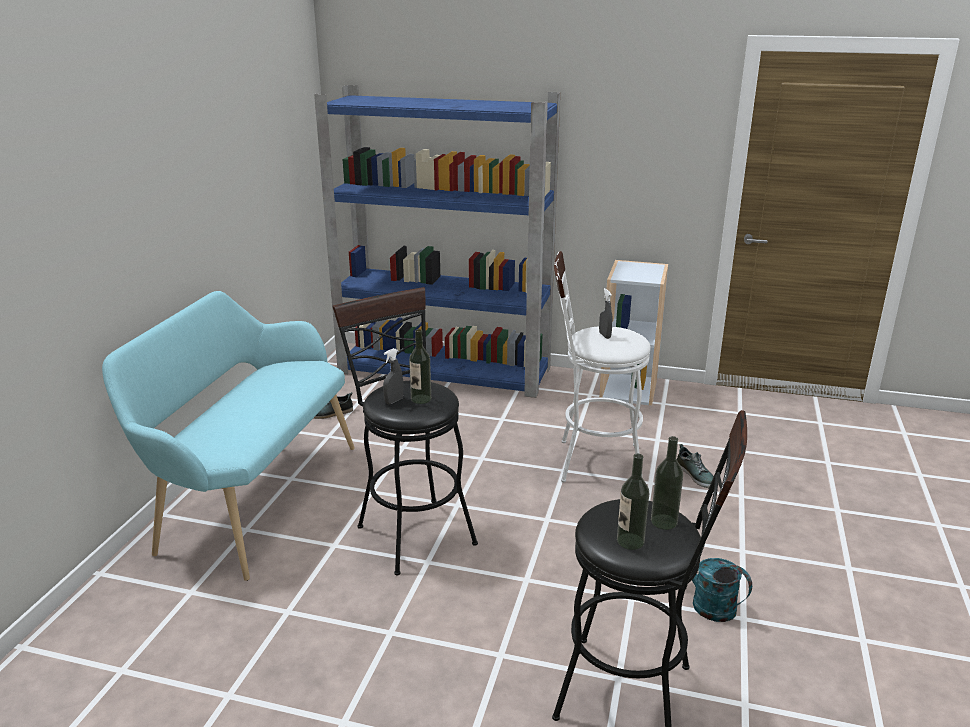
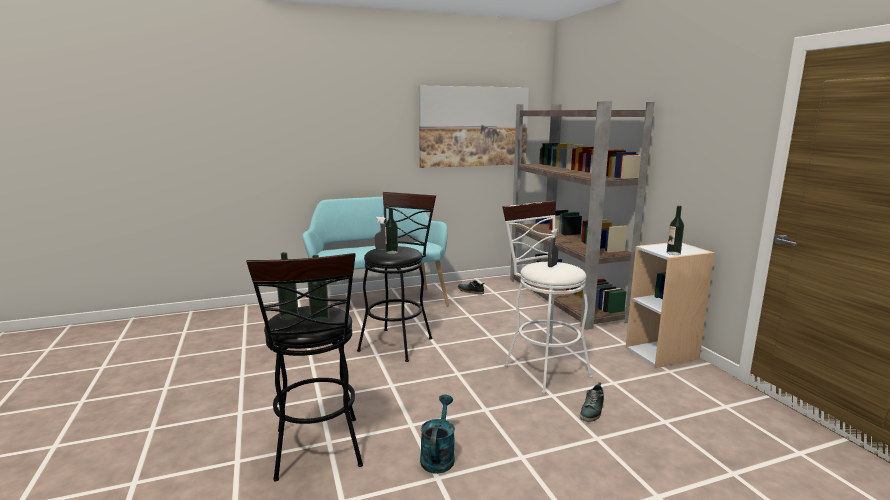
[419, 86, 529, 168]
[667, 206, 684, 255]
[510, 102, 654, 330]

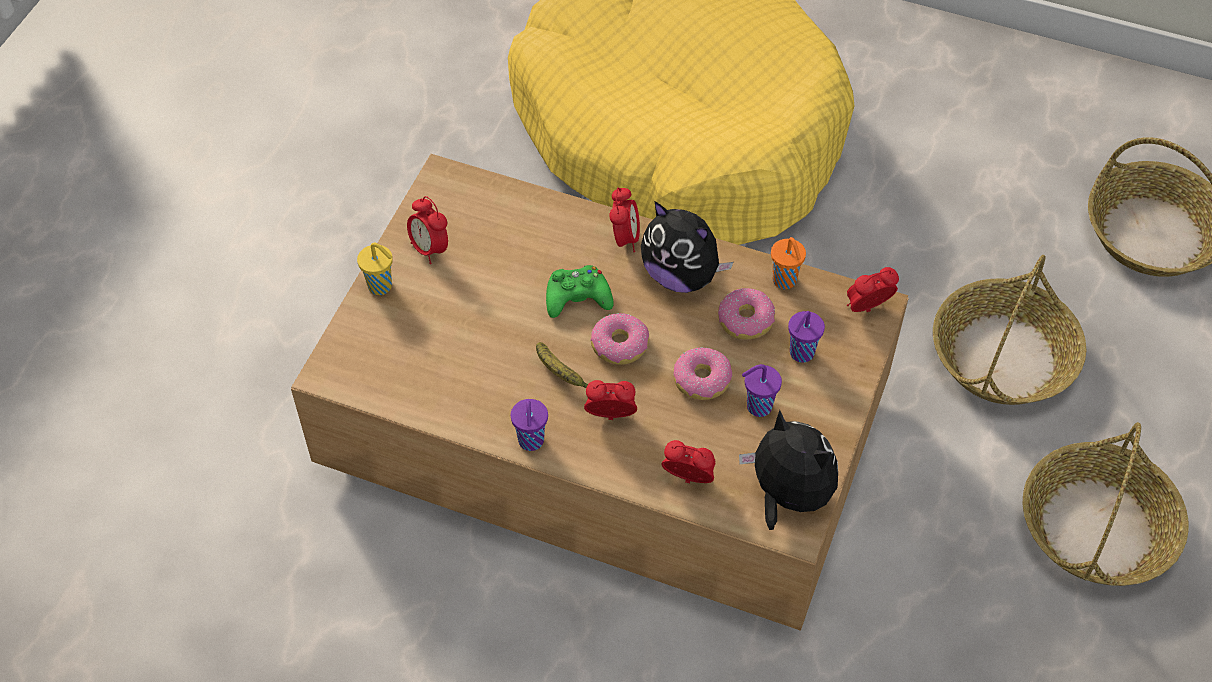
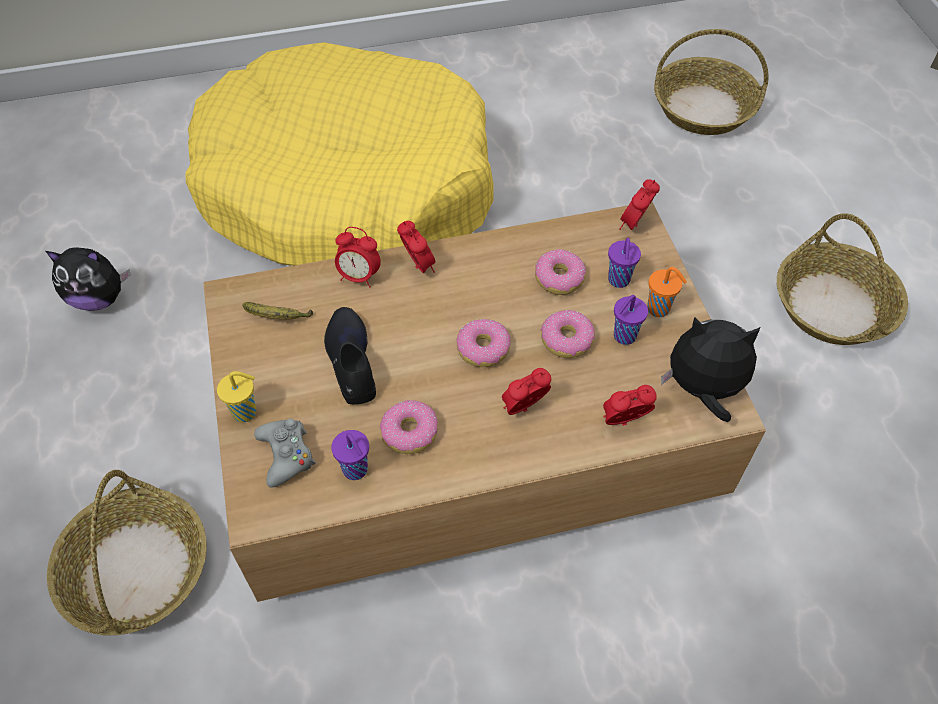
[546, 265, 614, 318] (first image)
[254, 419, 315, 488]
[324, 307, 376, 404]
[380, 400, 438, 454]
[335, 227, 381, 288]
[331, 430, 369, 480]
[242, 302, 313, 319]
[45, 247, 131, 311]
[647, 267, 687, 317]
[47, 470, 207, 635]

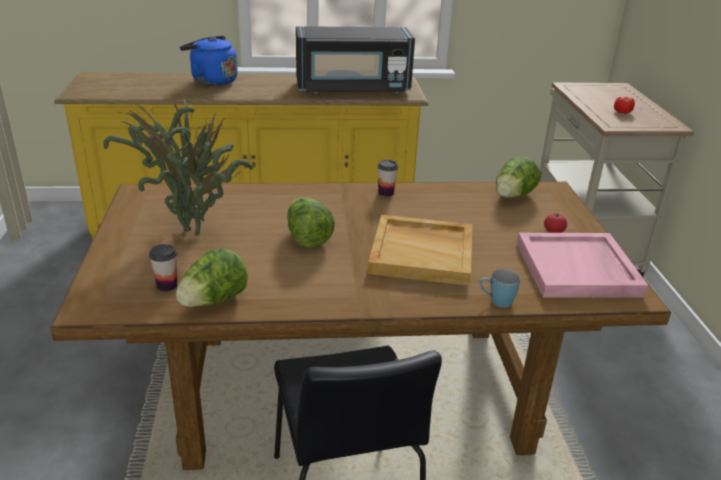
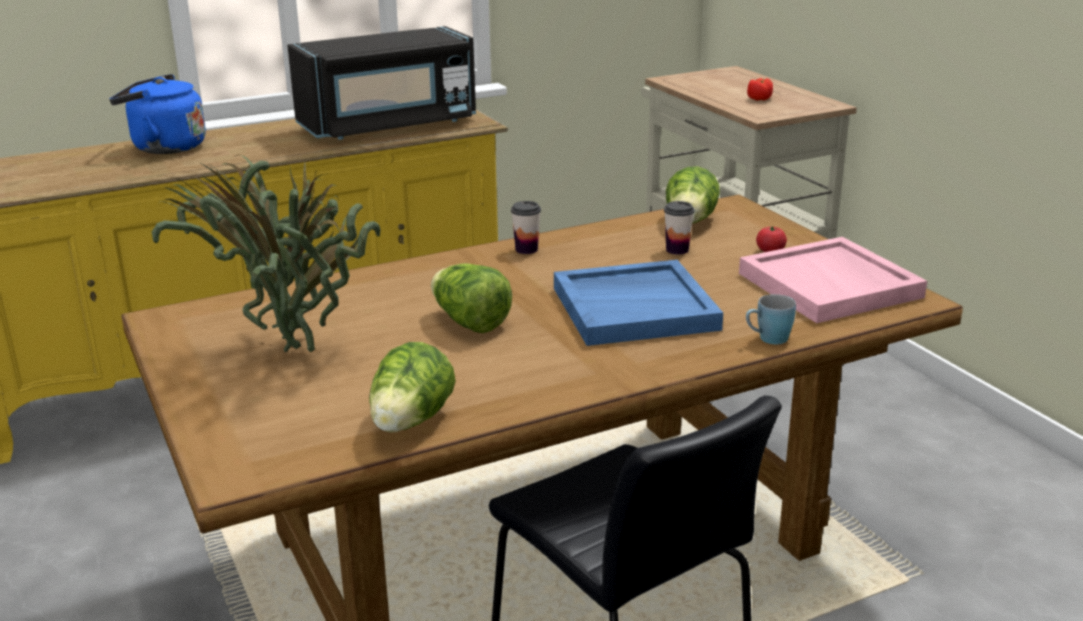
[664, 201, 694, 255]
[554, 260, 723, 346]

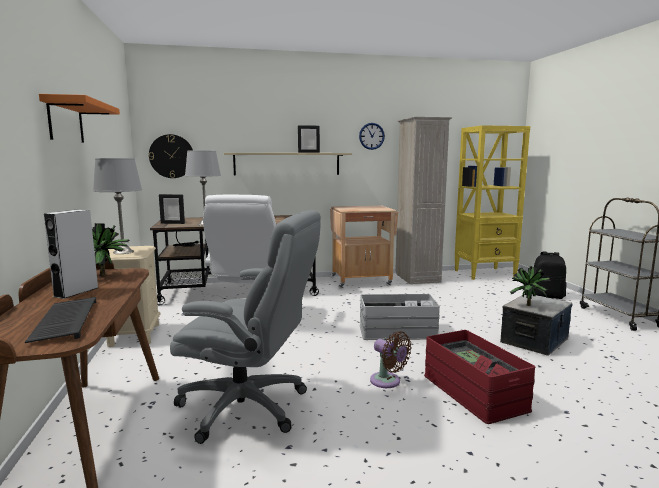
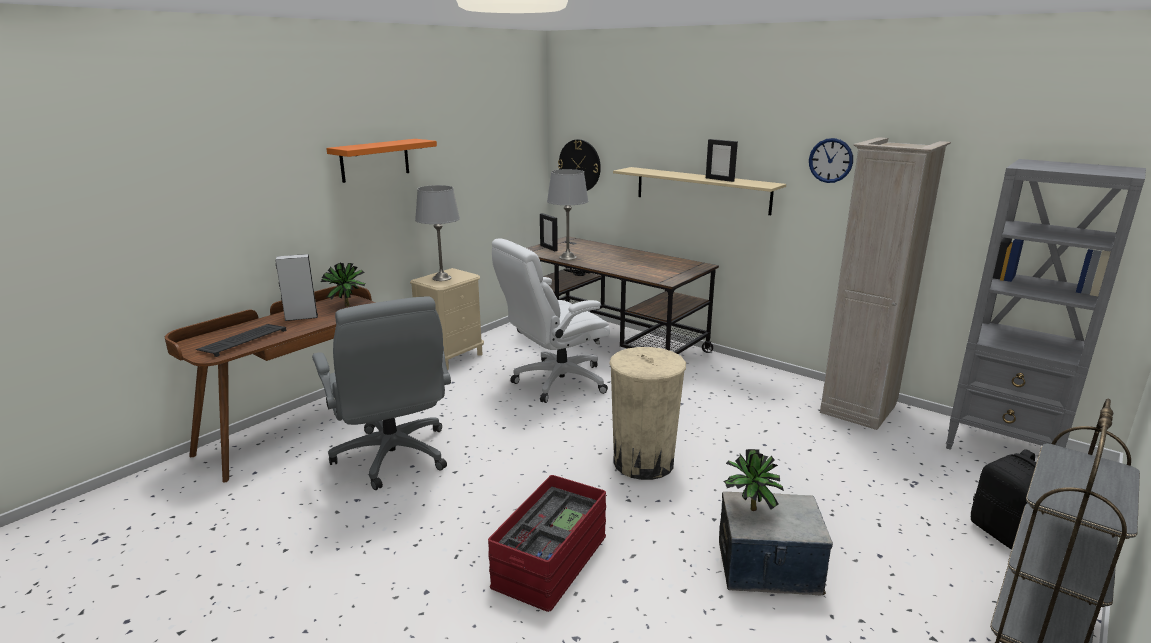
[330, 206, 398, 289] (first image)
[370, 331, 411, 388] (first image)
[609, 347, 686, 480]
[946, 159, 1146, 450]

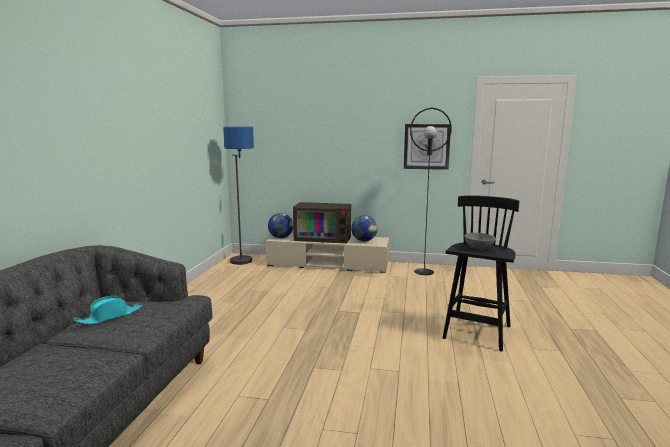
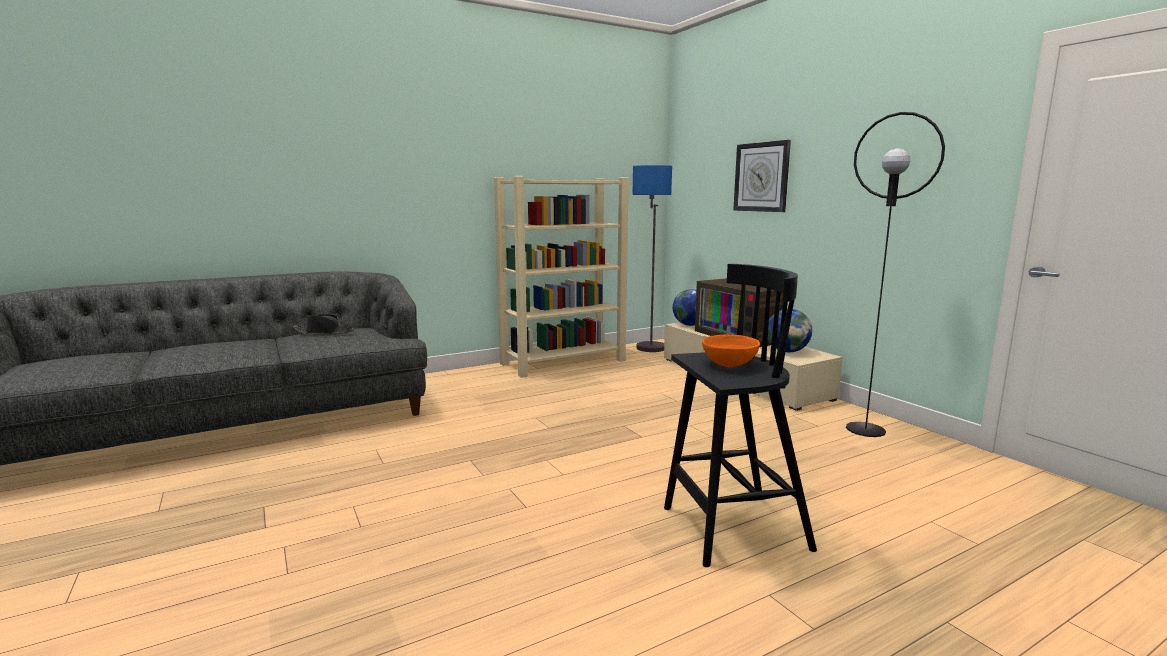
[494, 176, 629, 378]
[733, 140, 791, 212]
[293, 314, 354, 334]
[702, 335, 760, 367]

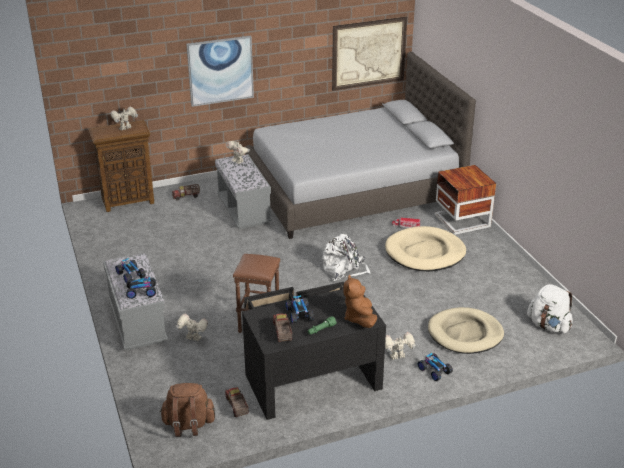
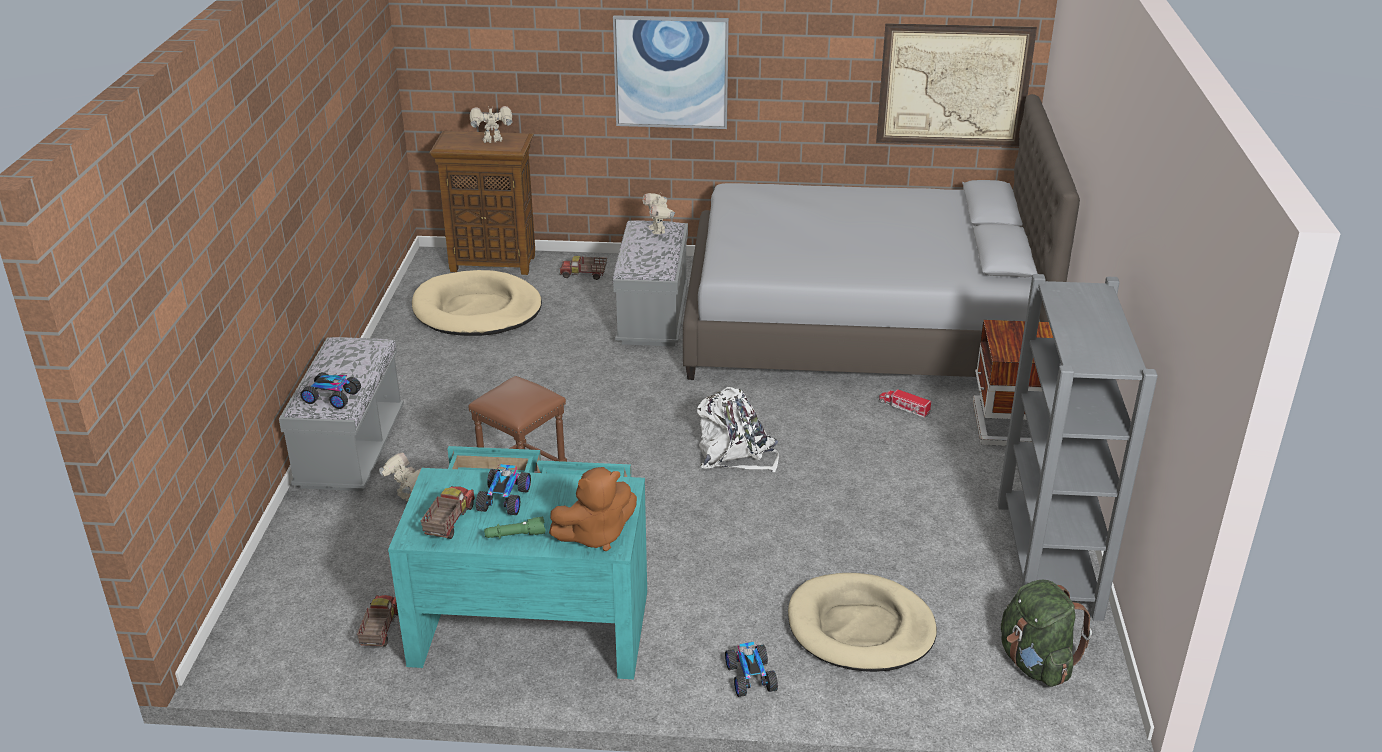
[115, 258, 146, 283] (first image)
[159, 383, 215, 437] (first image)
[385, 332, 416, 360] (first image)
[997, 274, 1158, 621]
[412, 270, 542, 336]
[388, 446, 647, 679]
[1001, 580, 1092, 687]
[549, 467, 637, 551]

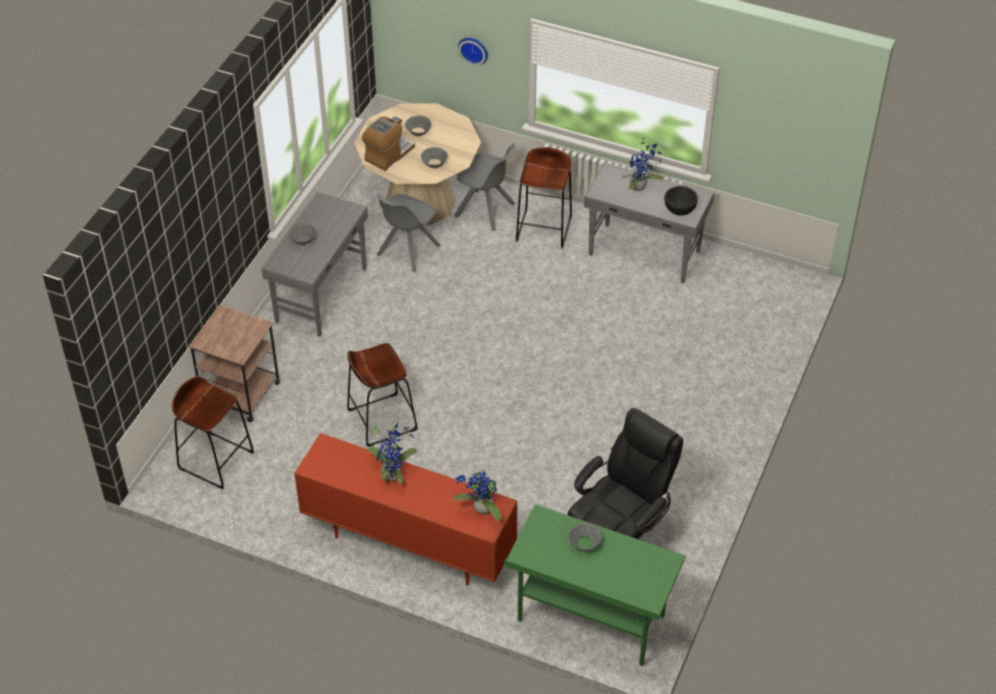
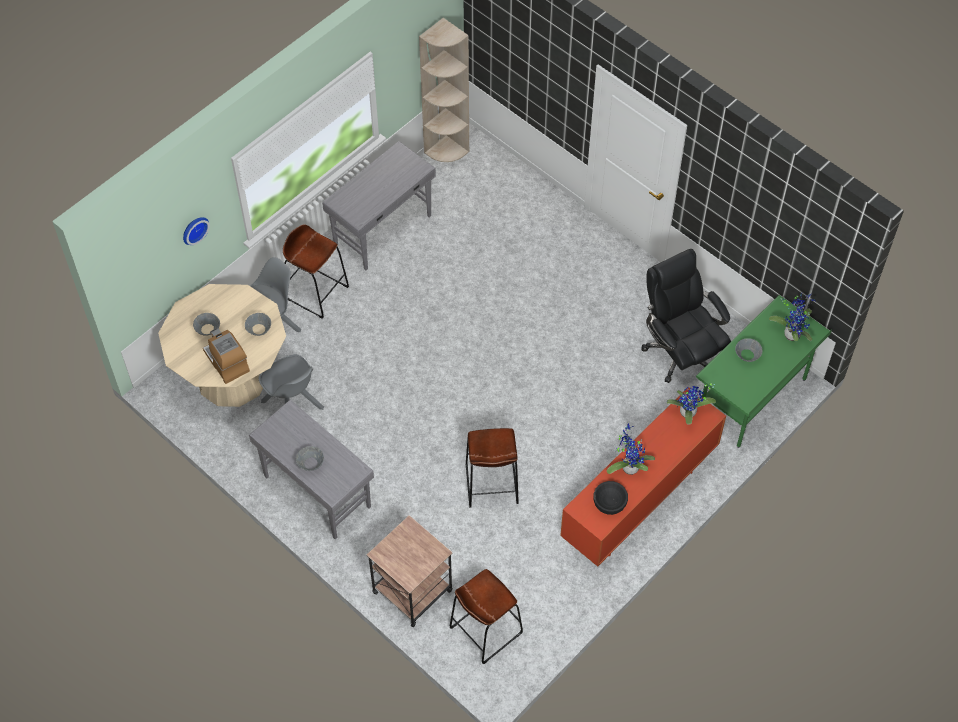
[419, 18, 469, 162]
[769, 294, 816, 341]
[593, 481, 628, 515]

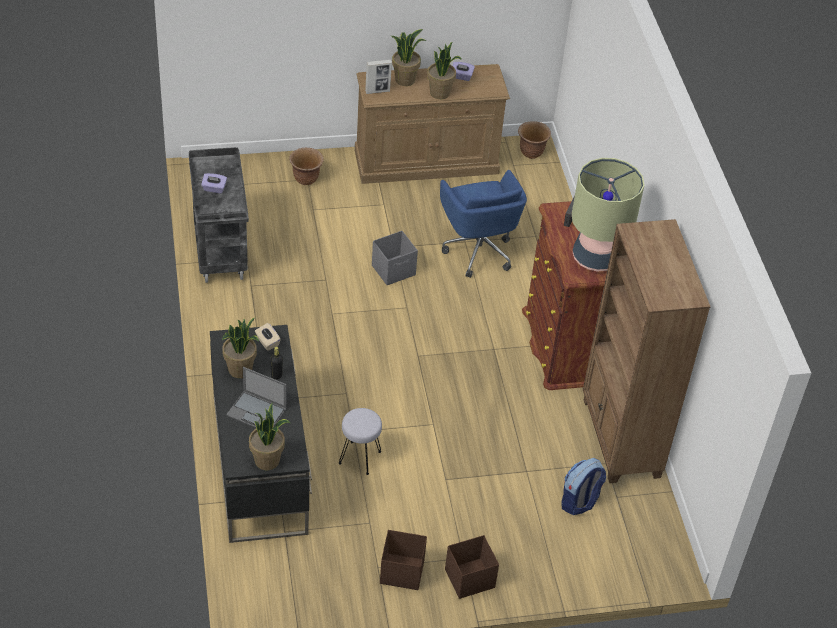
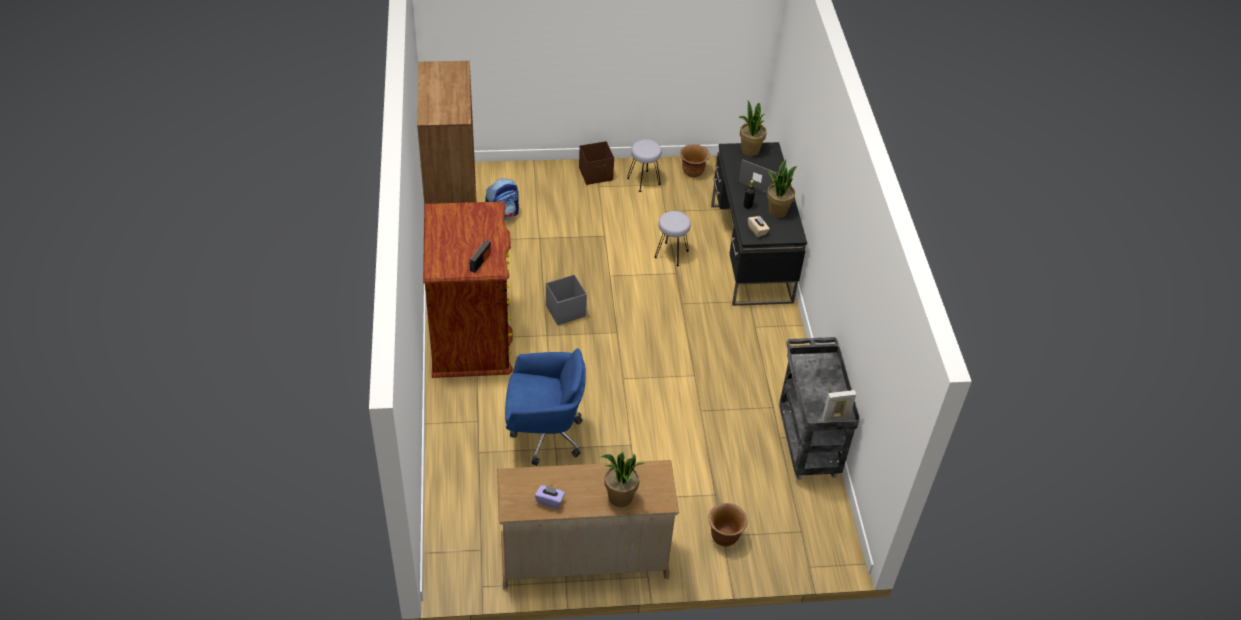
[201, 173, 227, 193] (first image)
[427, 42, 462, 99] (first image)
[572, 158, 644, 272] (first image)
[822, 390, 856, 422]
[546, 275, 587, 325]
[680, 144, 710, 177]
[627, 139, 662, 192]
[505, 348, 586, 466]

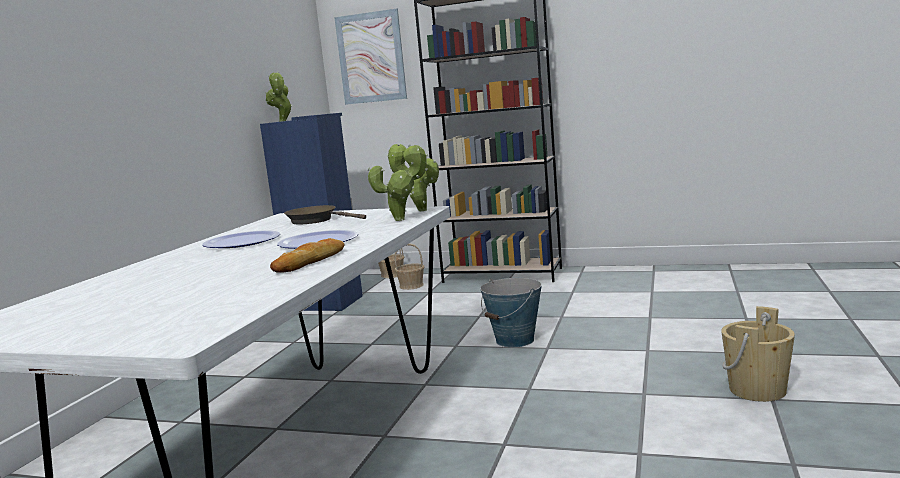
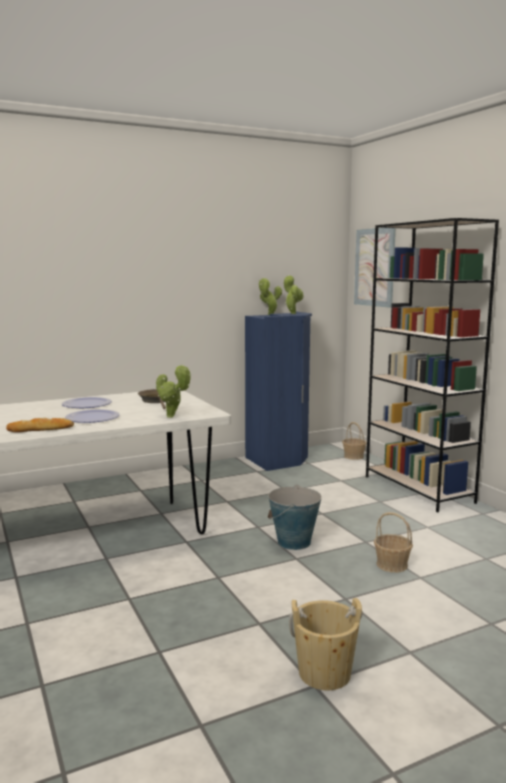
[284, 275, 304, 314]
[374, 512, 413, 573]

